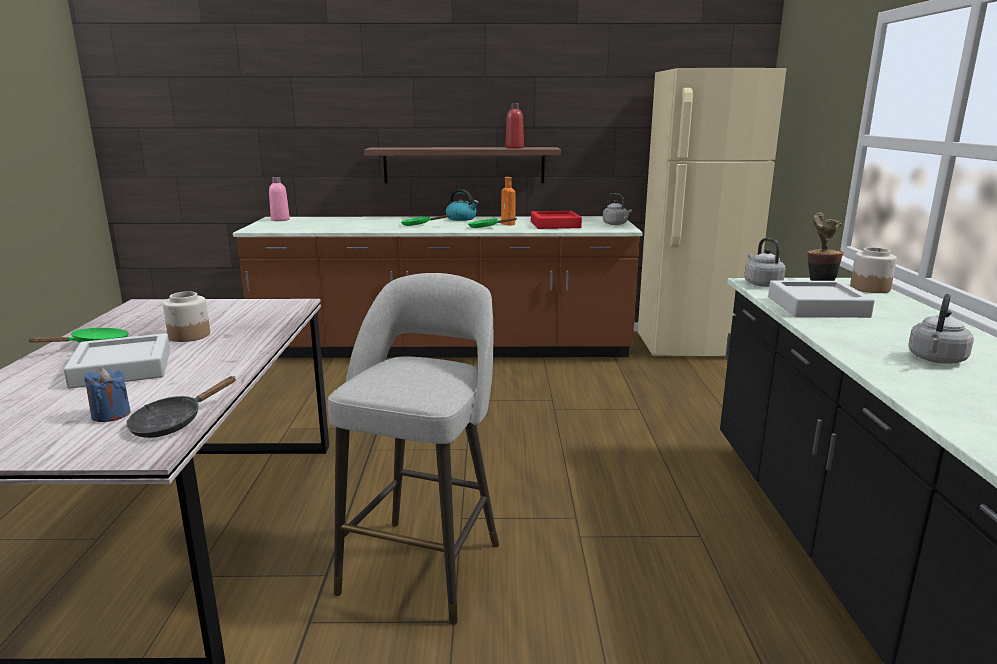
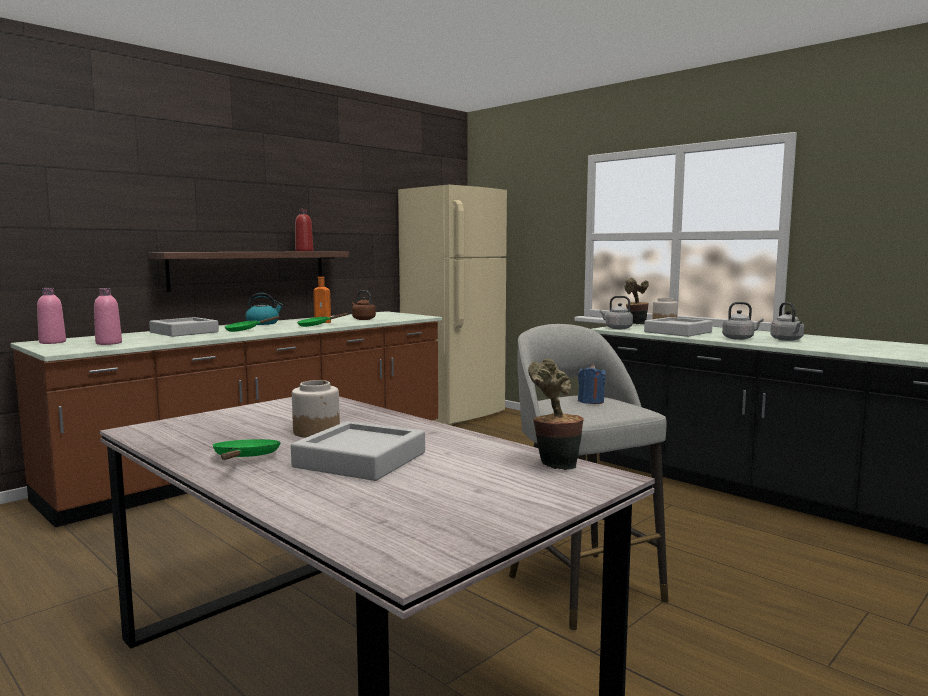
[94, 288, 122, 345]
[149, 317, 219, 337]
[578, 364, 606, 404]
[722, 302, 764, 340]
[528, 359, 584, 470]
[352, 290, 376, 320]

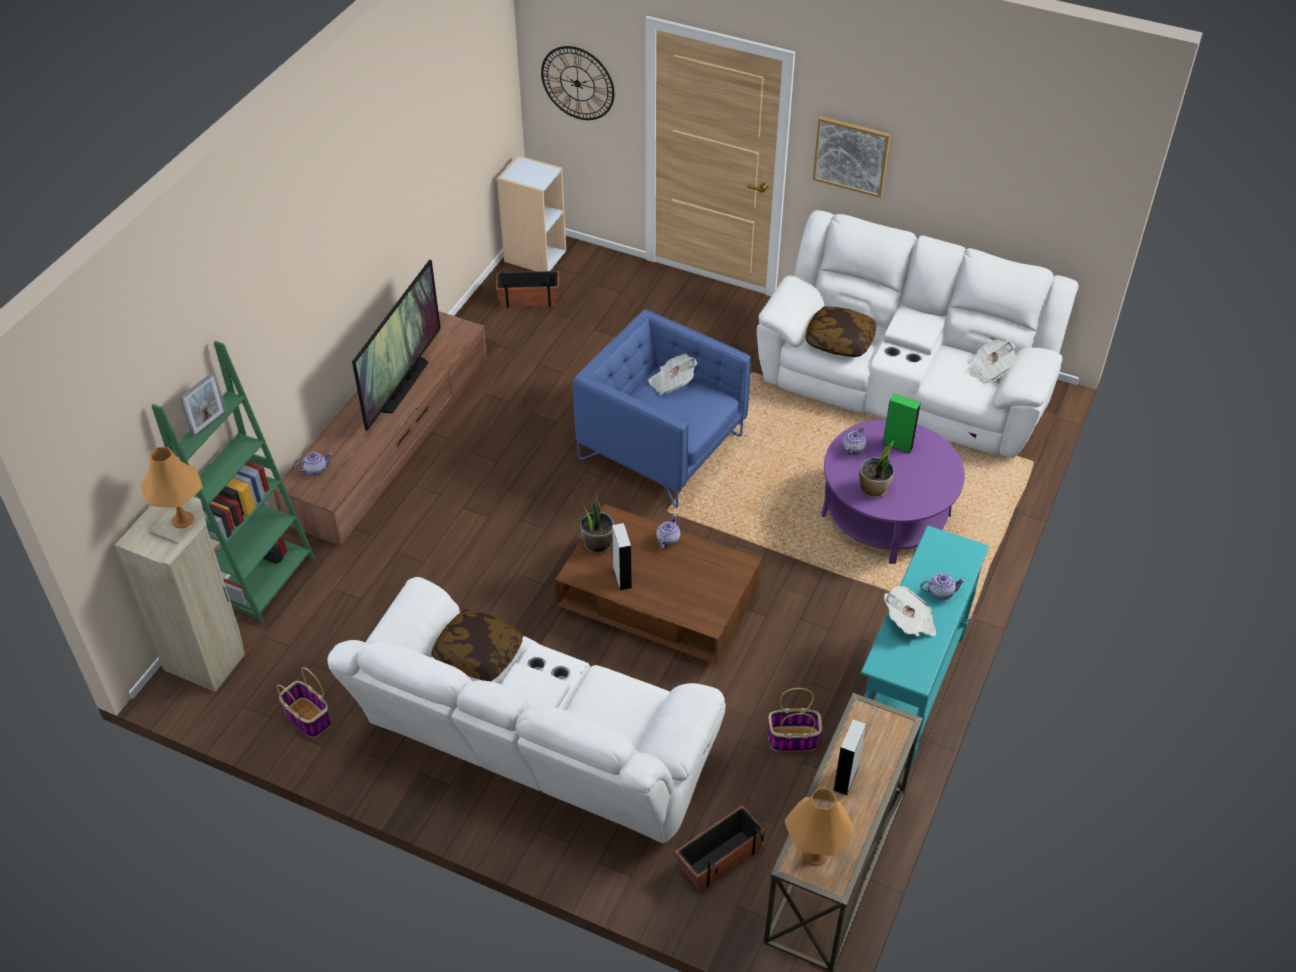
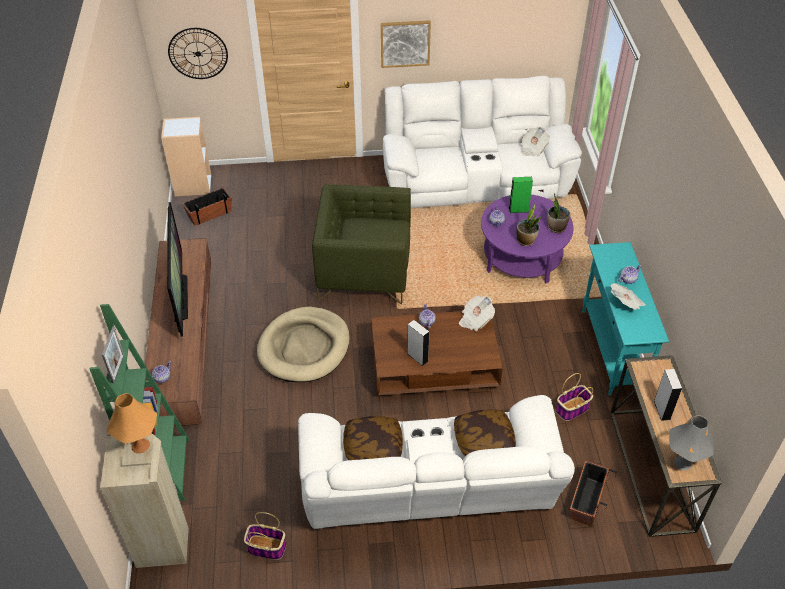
[257, 307, 350, 382]
[547, 193, 570, 233]
[459, 295, 495, 331]
[454, 409, 516, 456]
[312, 184, 411, 304]
[669, 415, 714, 471]

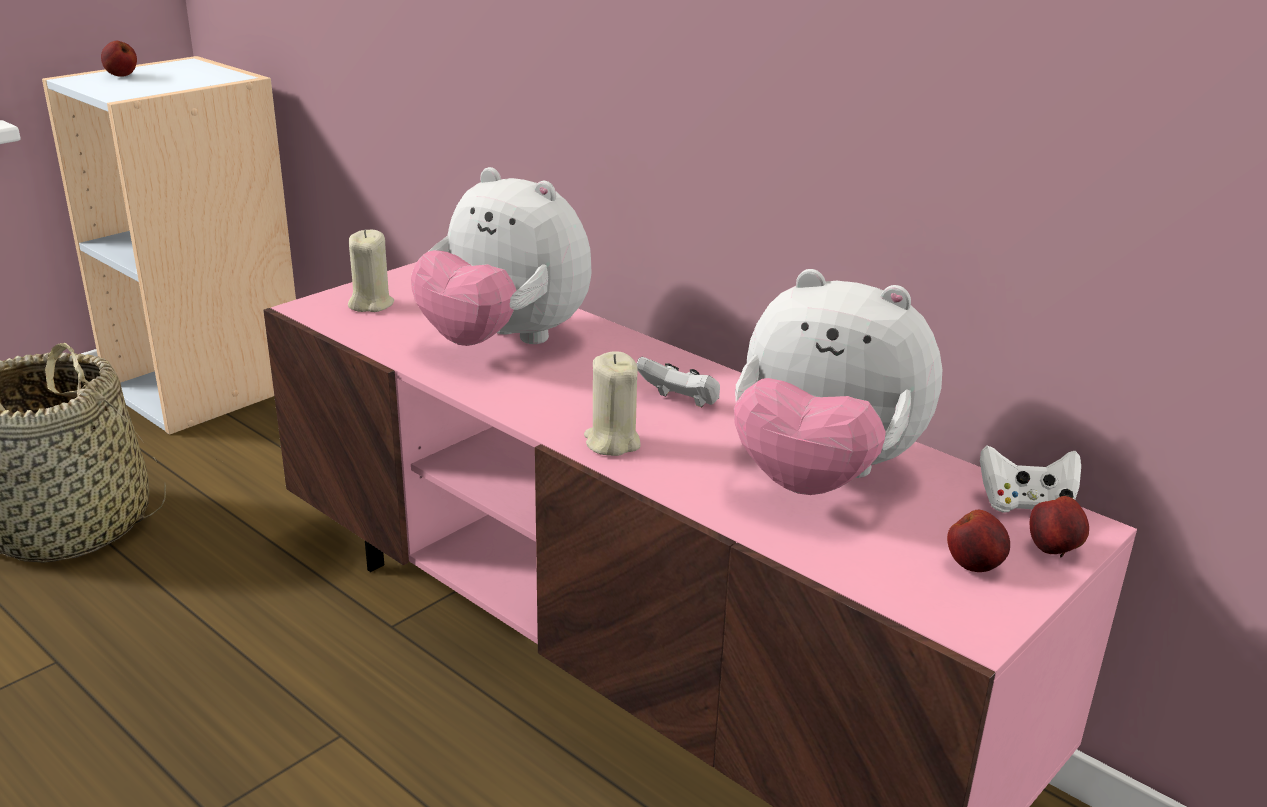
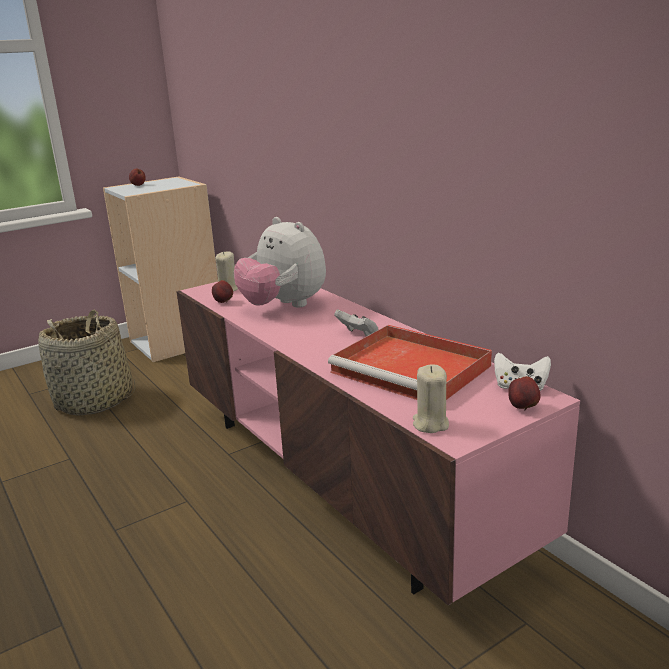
[413, 364, 449, 433]
[212, 280, 233, 303]
[328, 325, 492, 400]

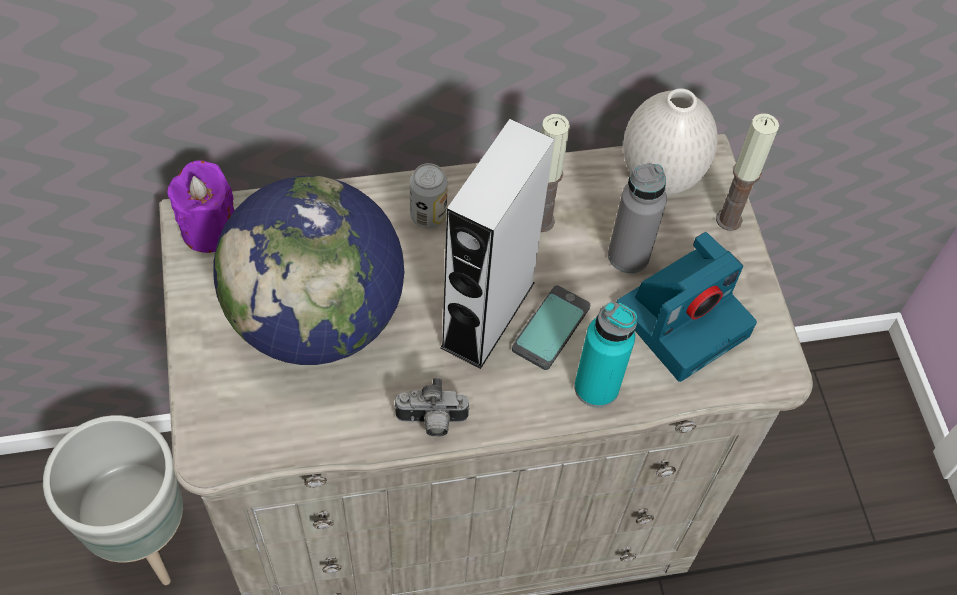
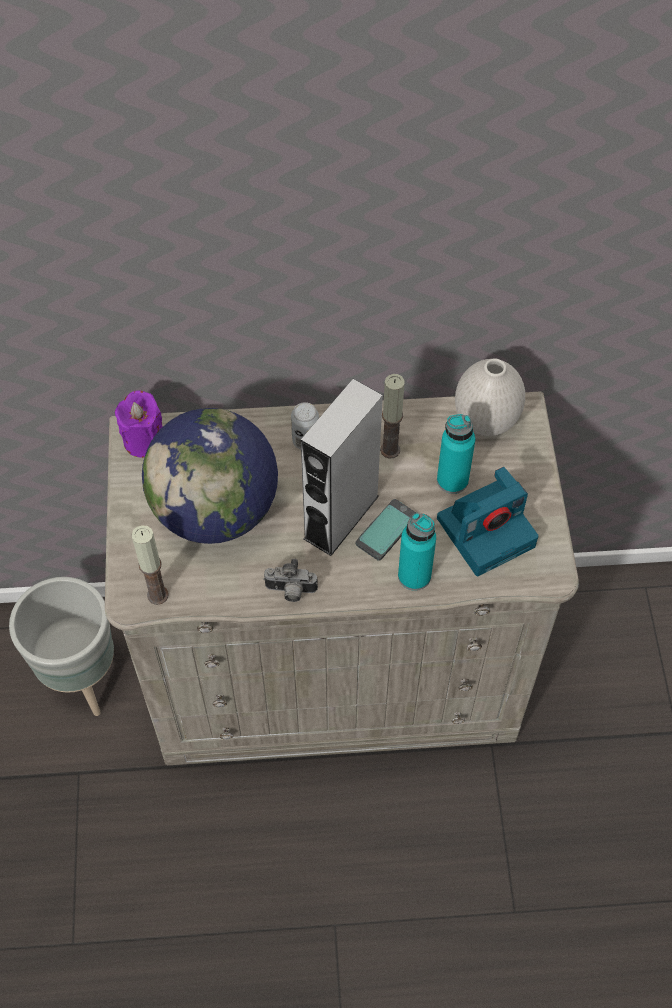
[132, 525, 169, 605]
[437, 414, 475, 494]

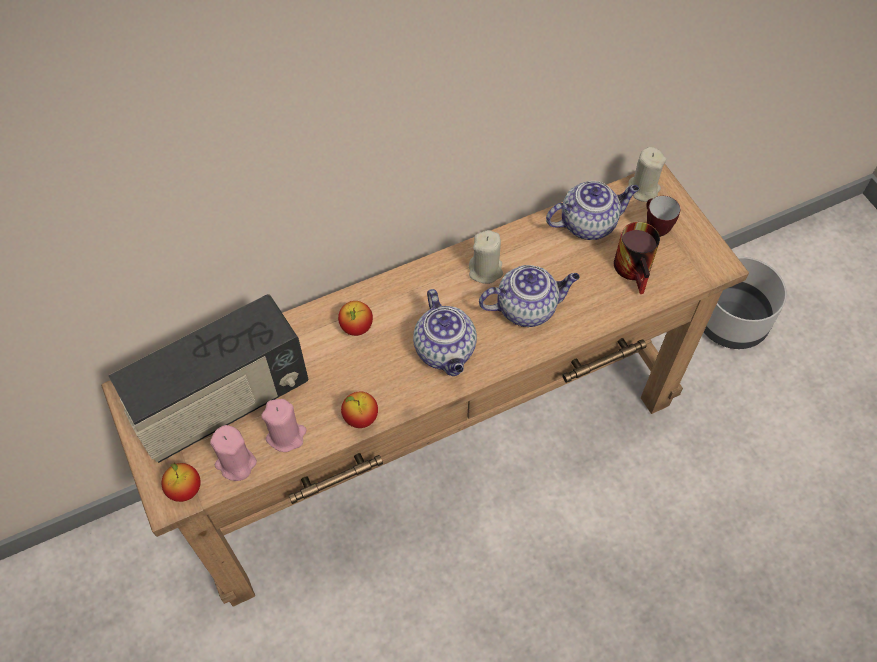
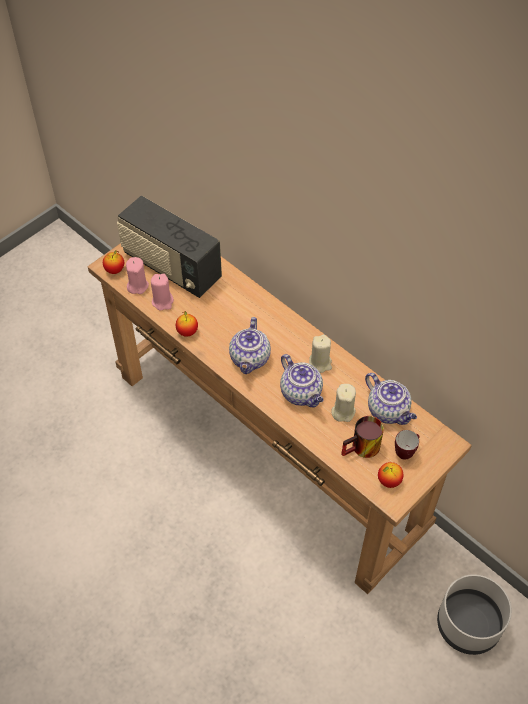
[378, 462, 403, 488]
[331, 384, 356, 422]
[229, 317, 271, 374]

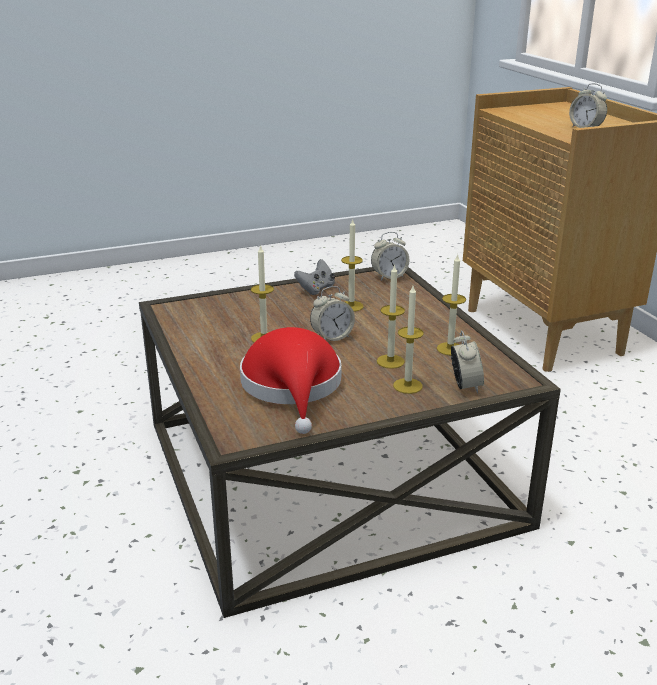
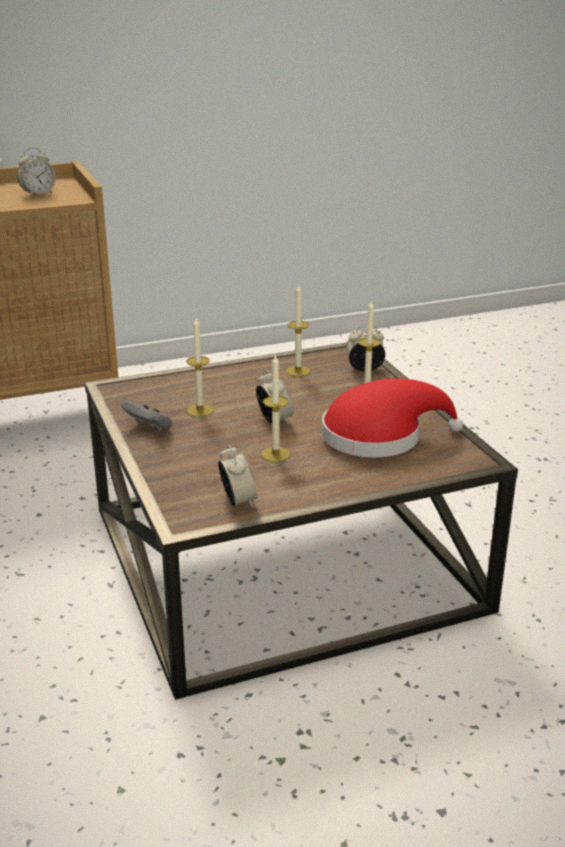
[377, 264, 405, 369] (first image)
[218, 443, 258, 508]

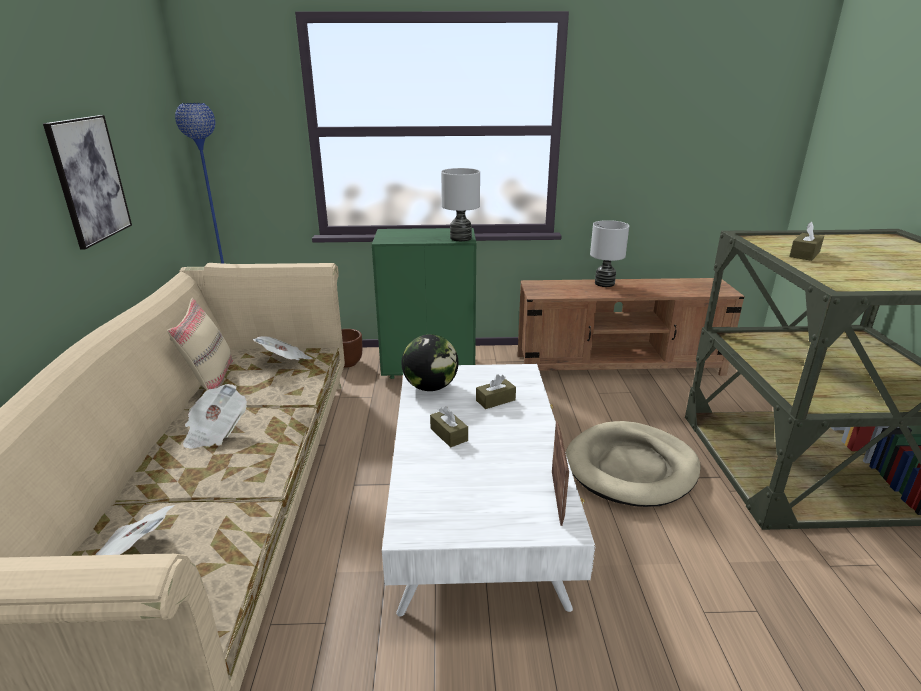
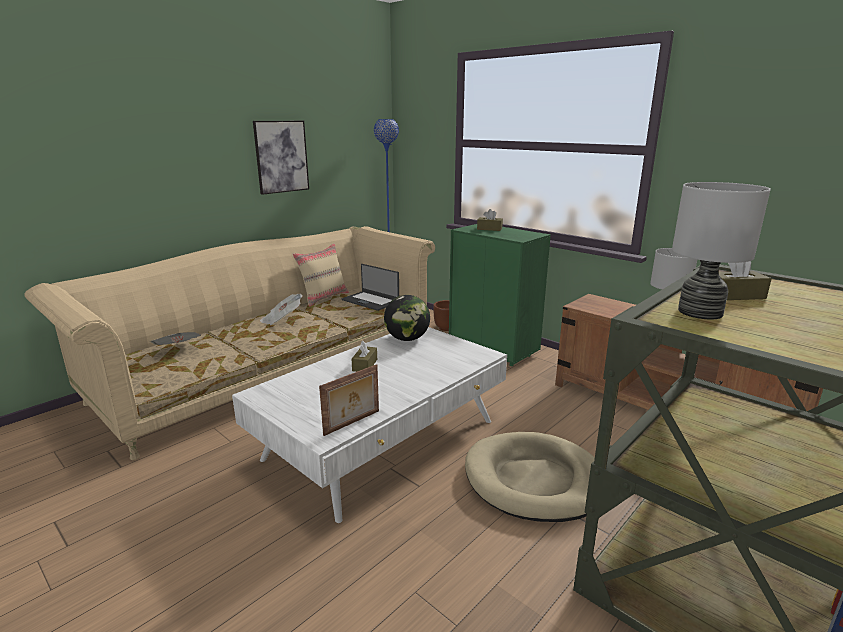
[672, 182, 771, 319]
[477, 209, 503, 231]
[342, 264, 399, 311]

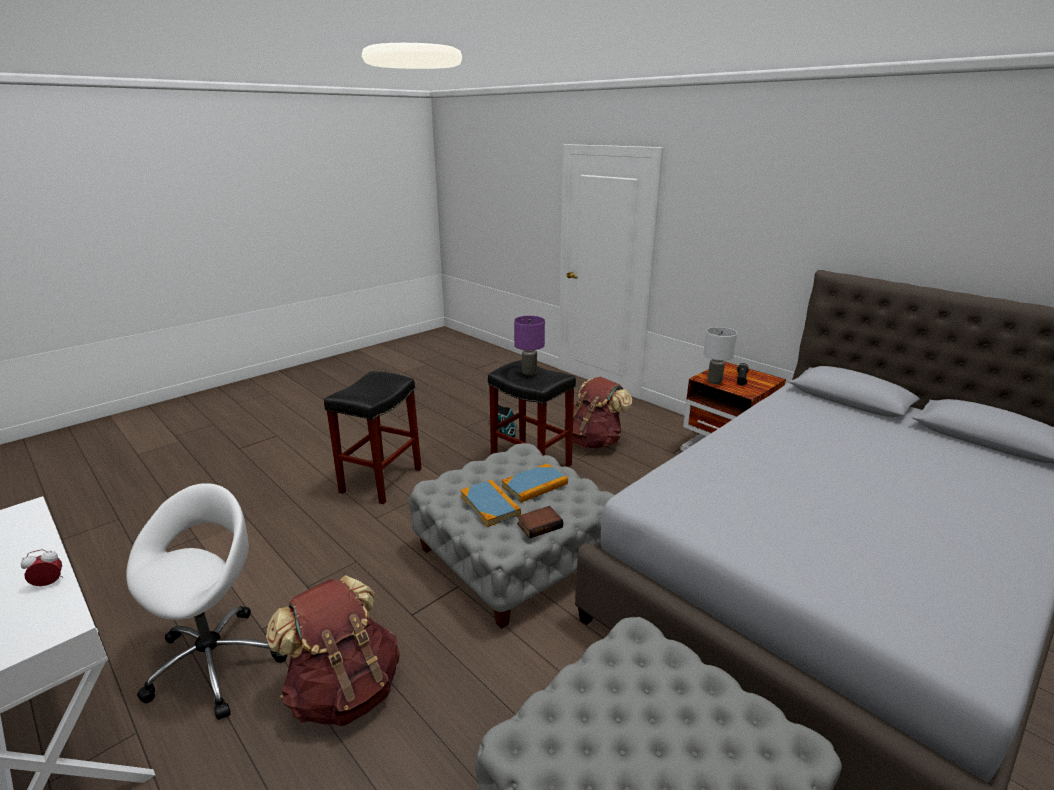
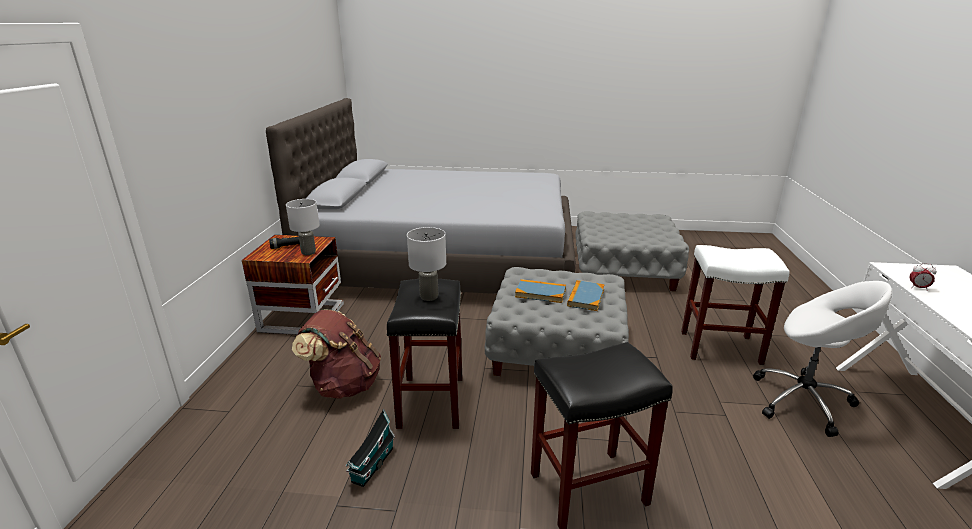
[517, 506, 563, 539] (first image)
[681, 245, 789, 365]
[407, 227, 446, 301]
[753, 281, 892, 437]

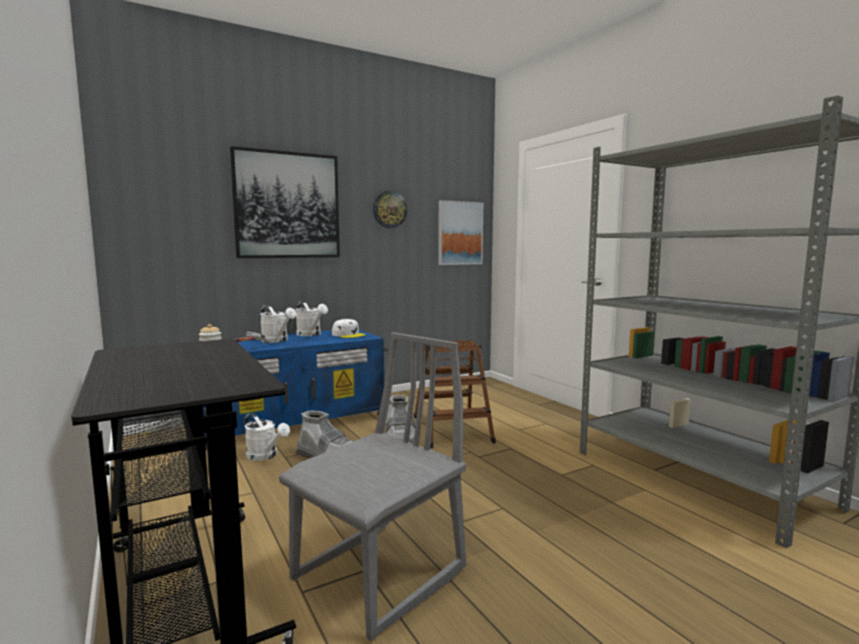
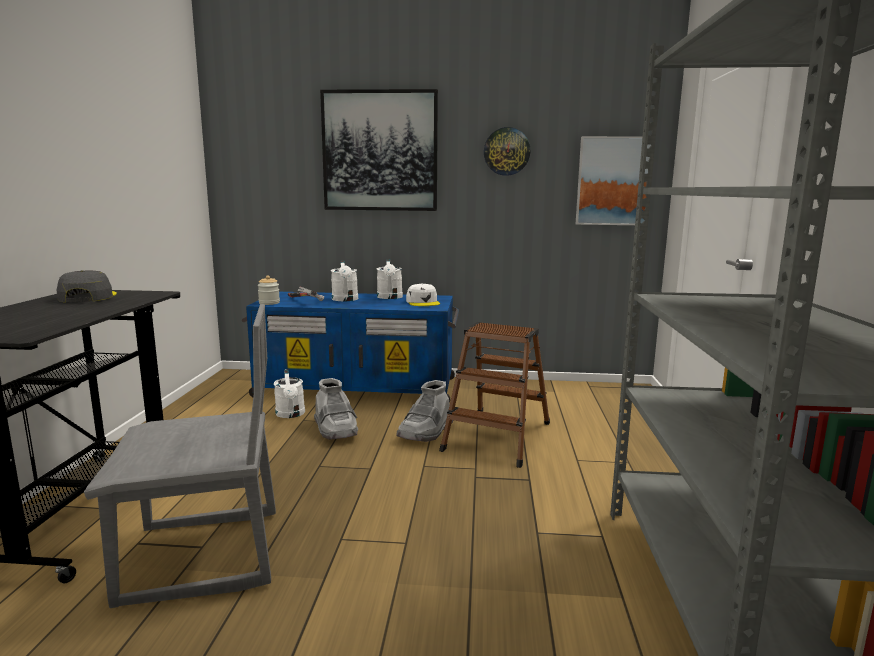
[57, 270, 117, 302]

